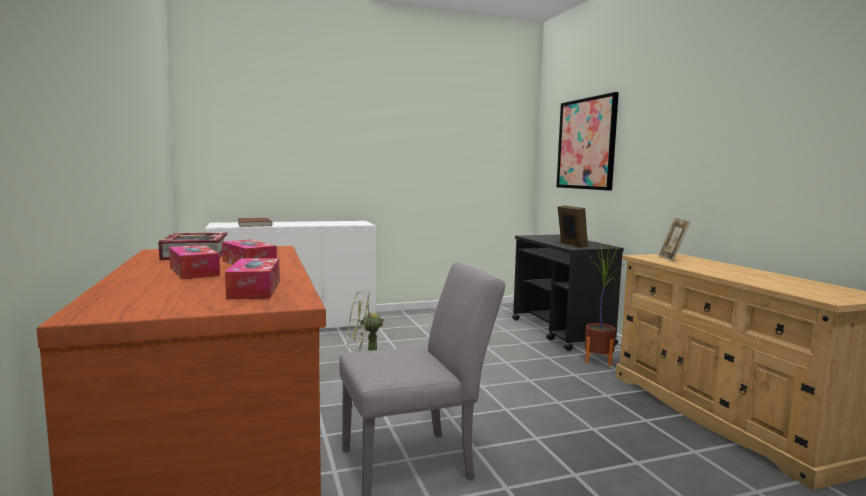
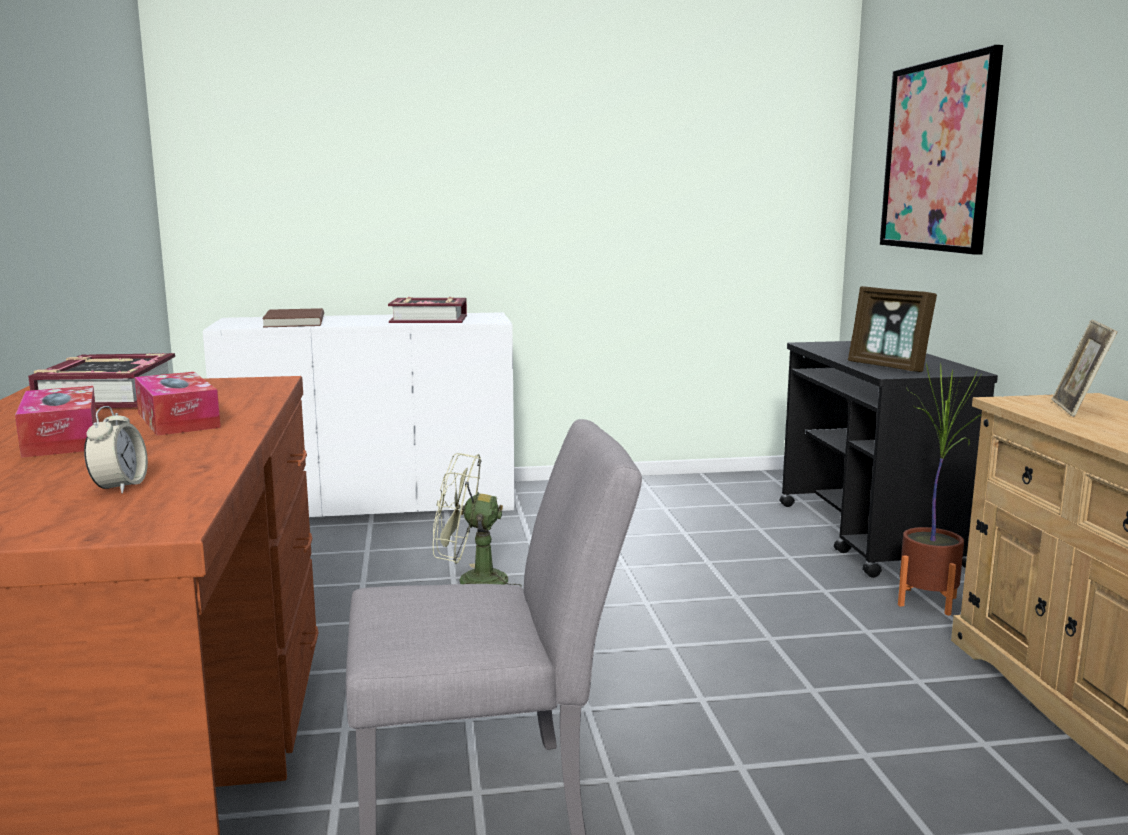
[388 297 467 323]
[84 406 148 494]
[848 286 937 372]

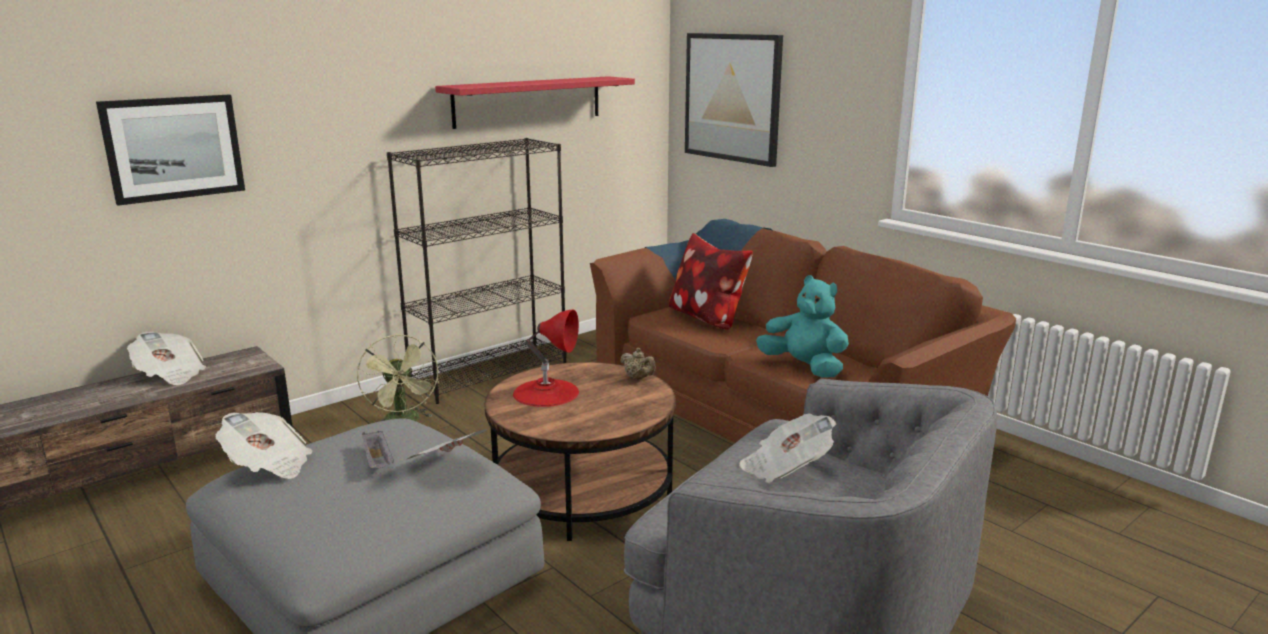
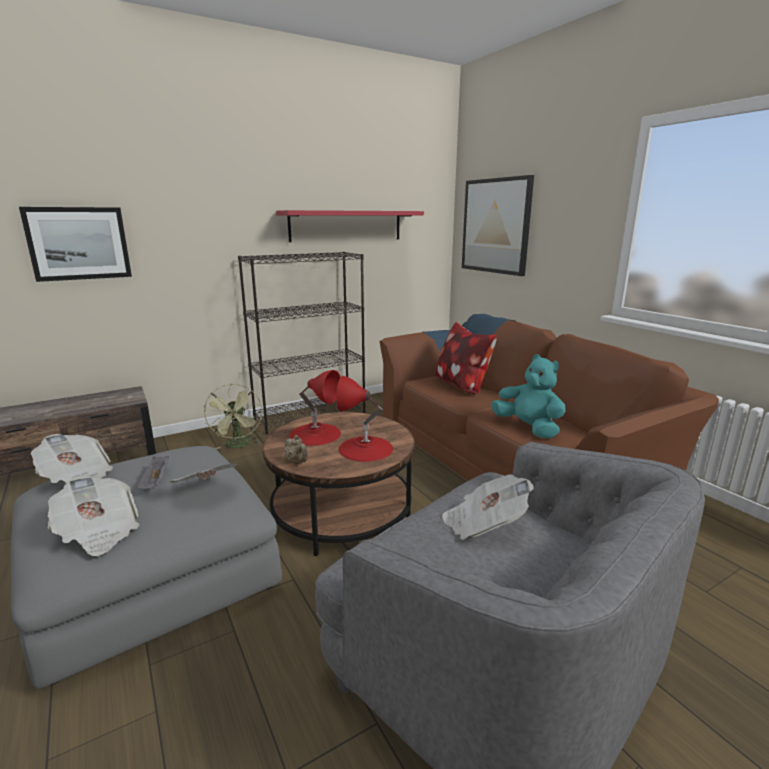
[336 376 393 462]
[48 476 140 556]
[284 435 308 464]

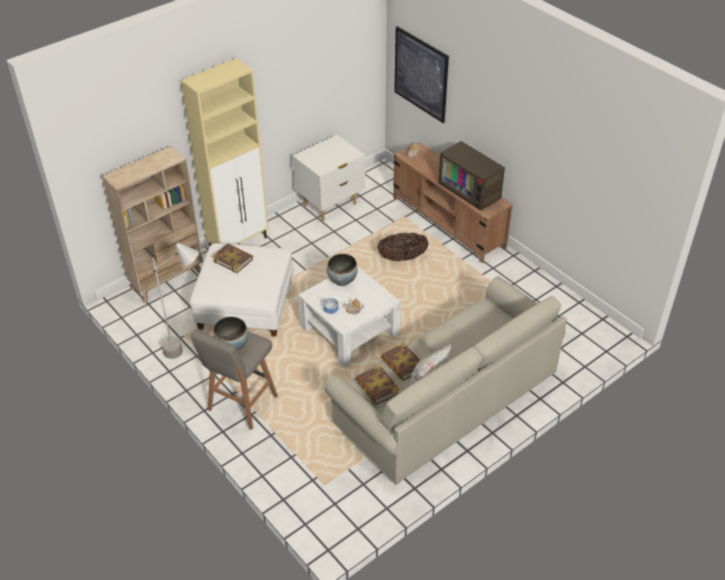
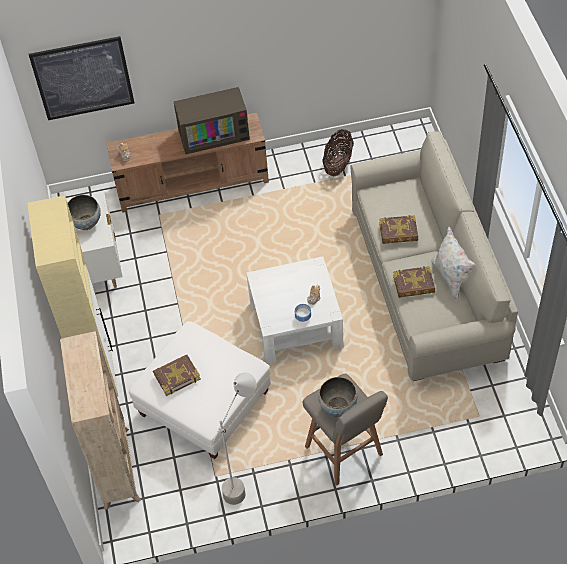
[68 195 101 230]
[379 215 418 244]
[322 129 354 176]

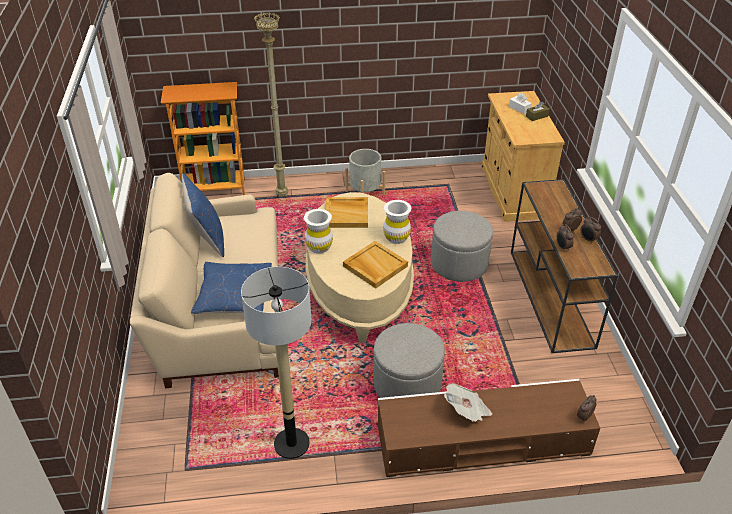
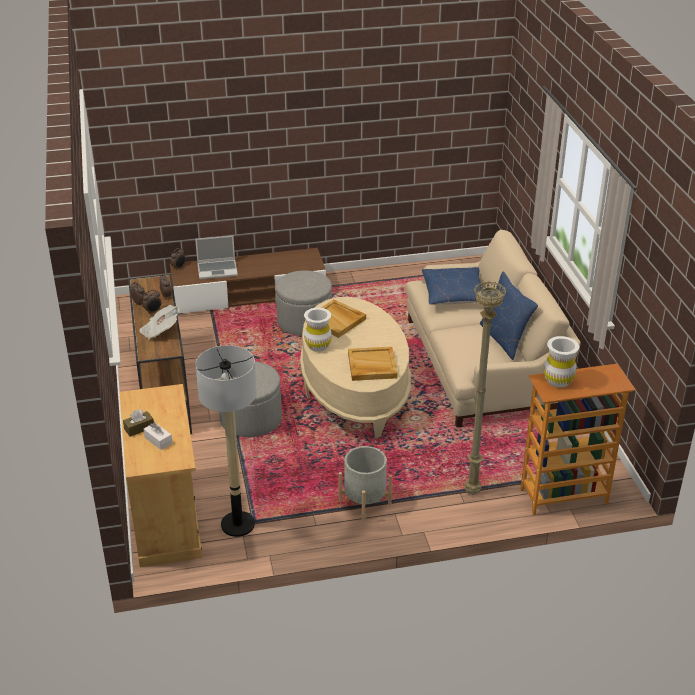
[195 236 238 279]
[195 345 257 537]
[544 336 579 388]
[139 305 180 340]

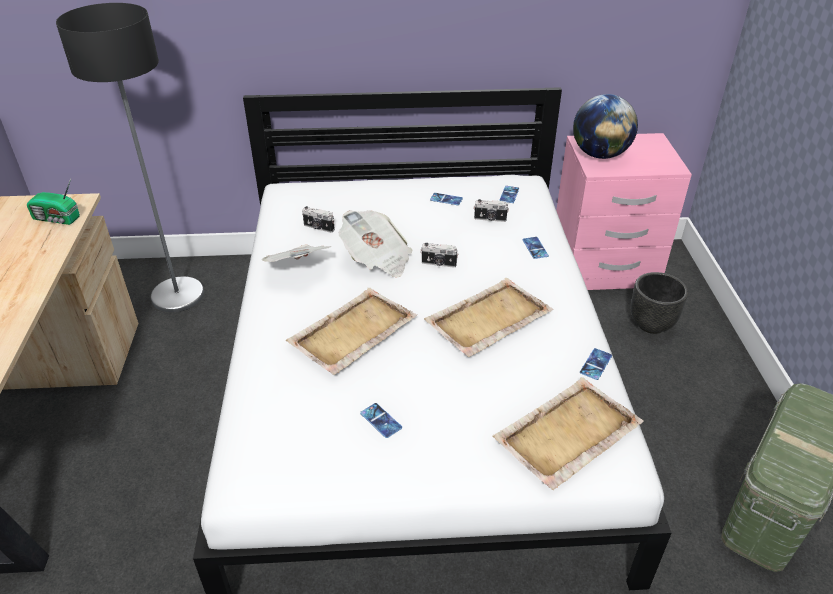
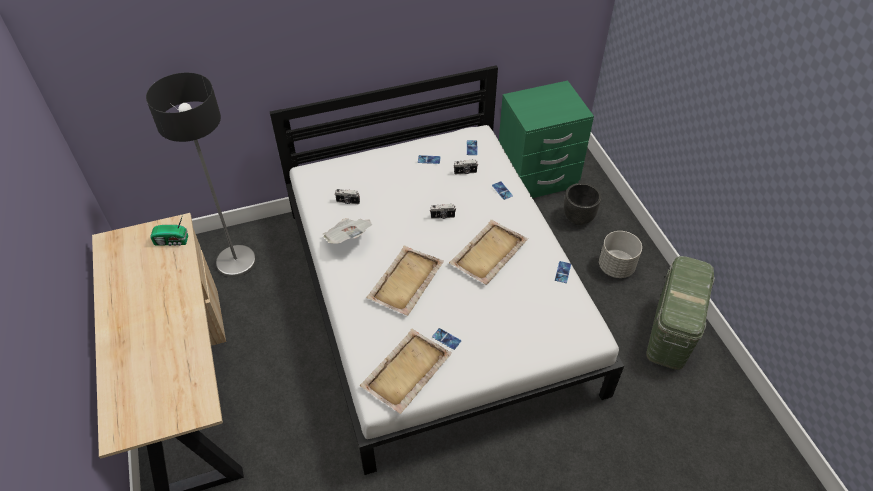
[338 210 412 278] (first image)
[573 94 638 159] (first image)
[599 231 642 278]
[360 329 452 414]
[499 80 594 198]

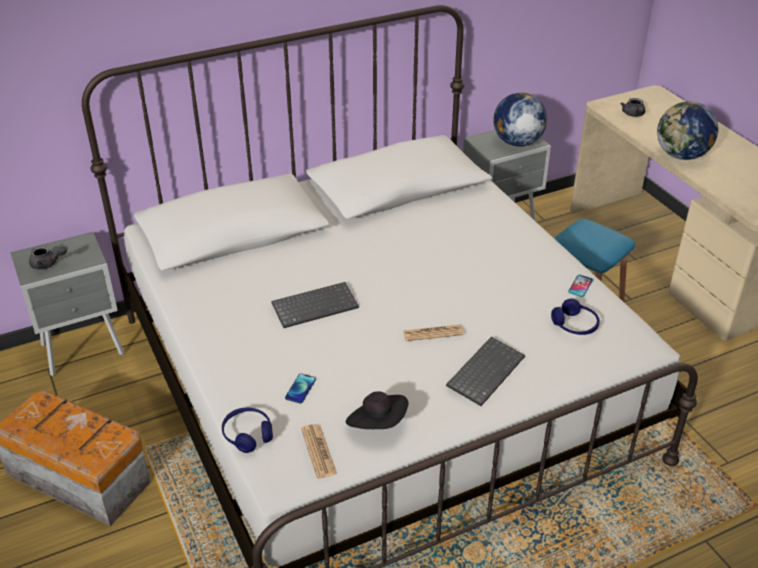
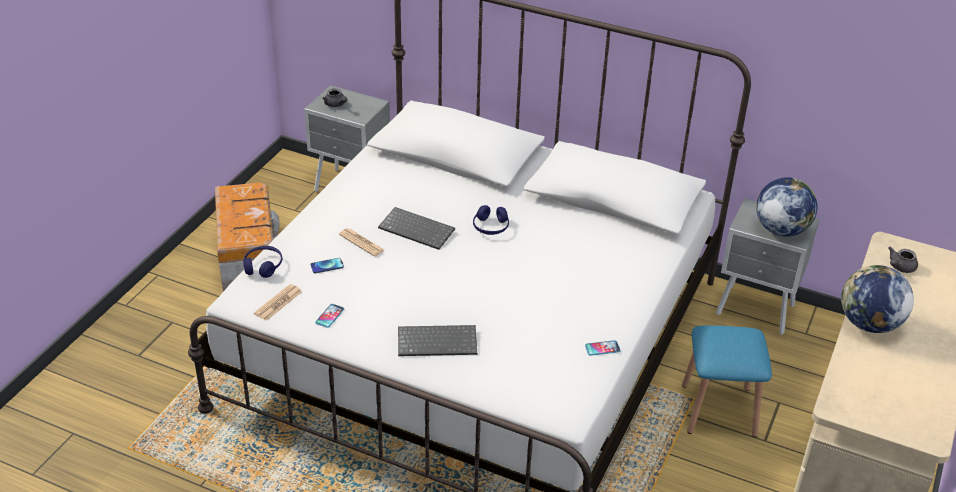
[339 228 384 256]
[473 205 509 235]
[315 304 344 328]

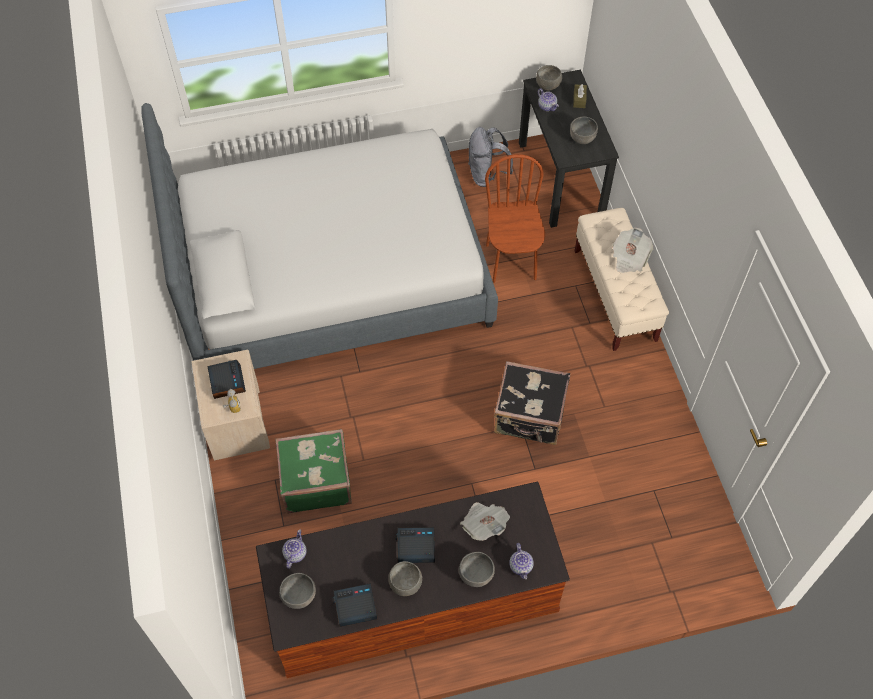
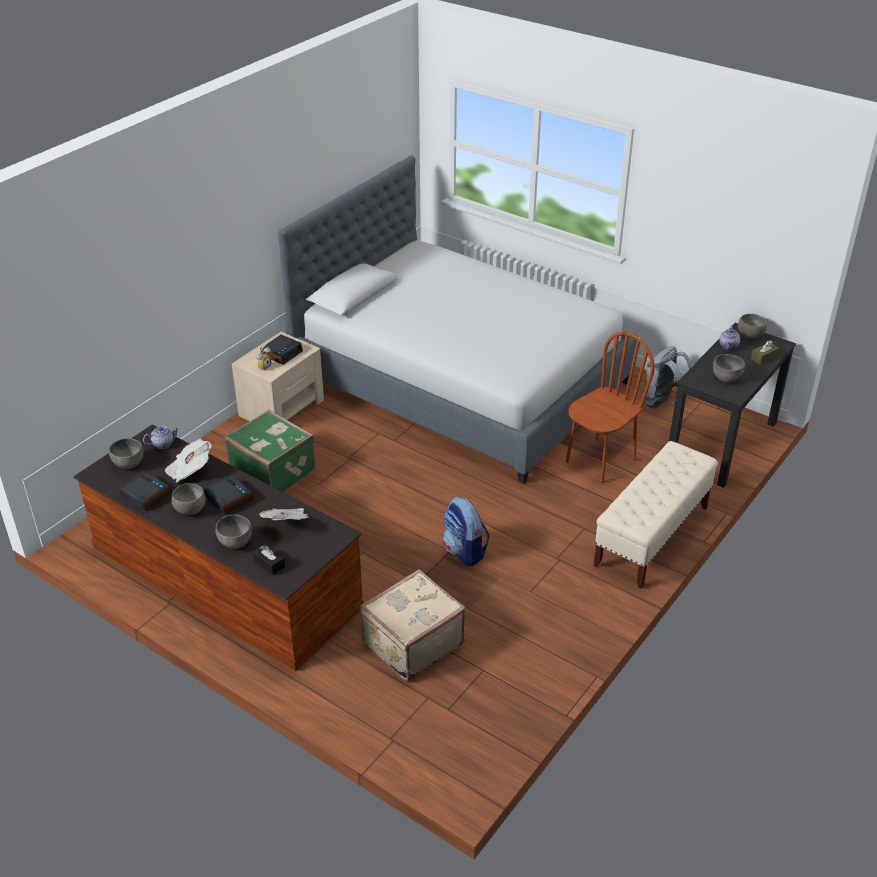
[360 569 466 681]
[165 439 212 482]
[443 497 490 566]
[253 544 285 575]

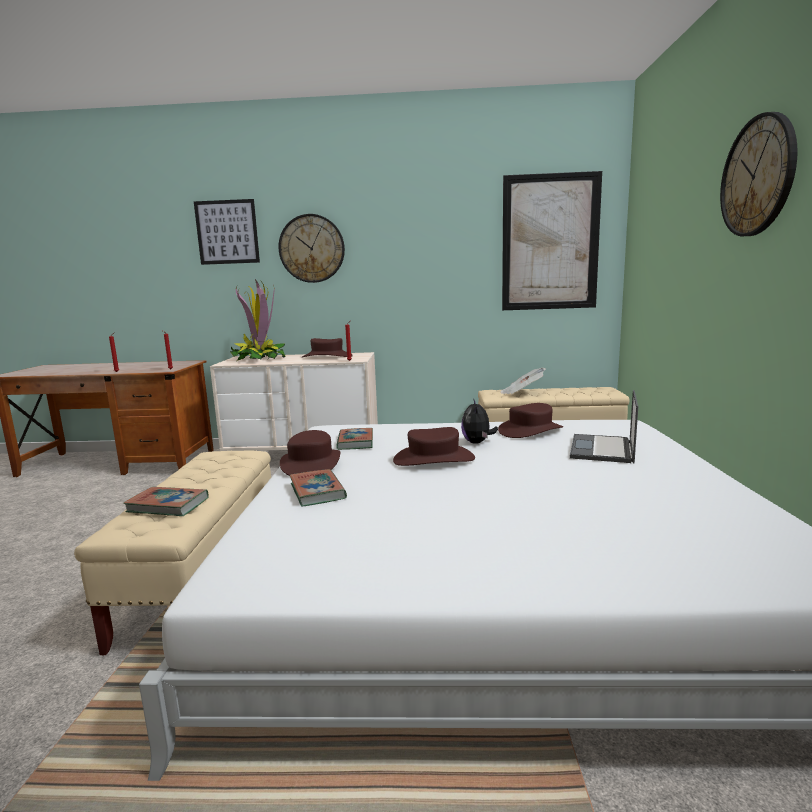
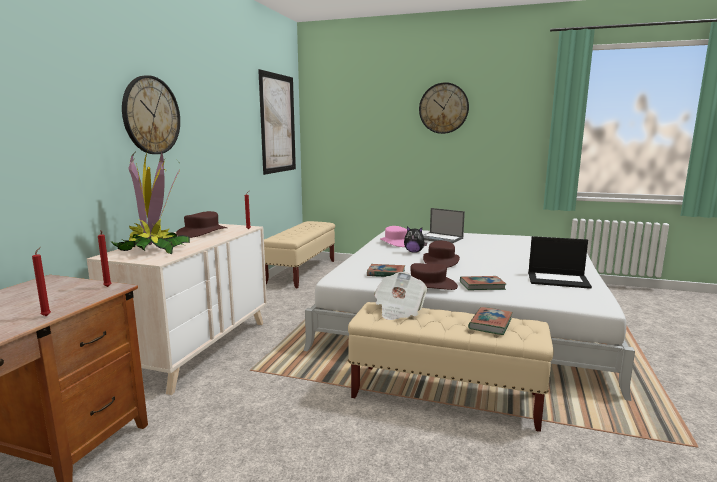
[194 199 260 265] (first image)
[528 236 592 289]
[374 272 428 320]
[380 226 407 247]

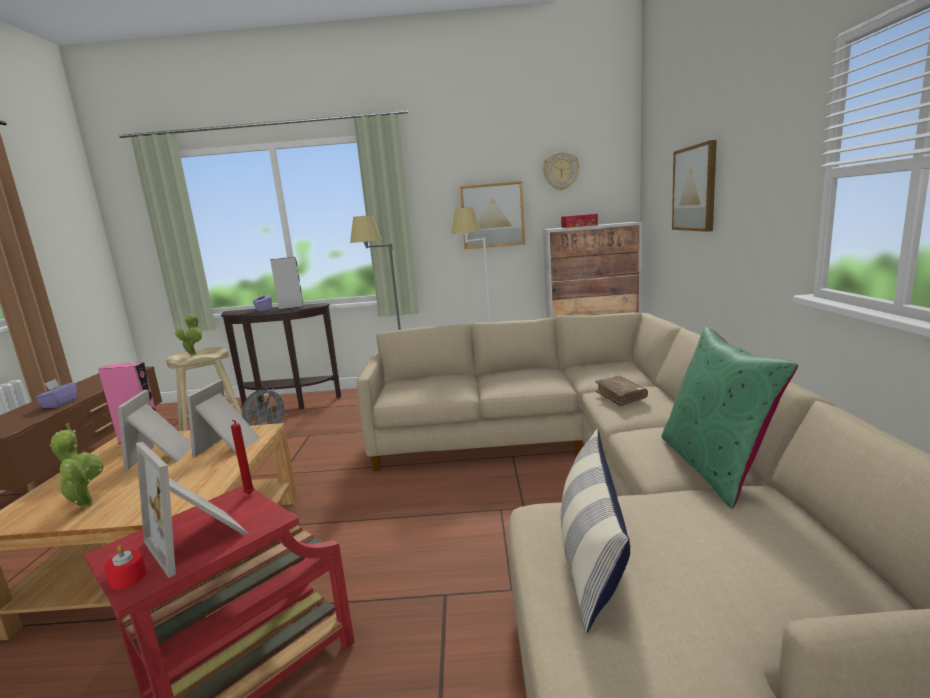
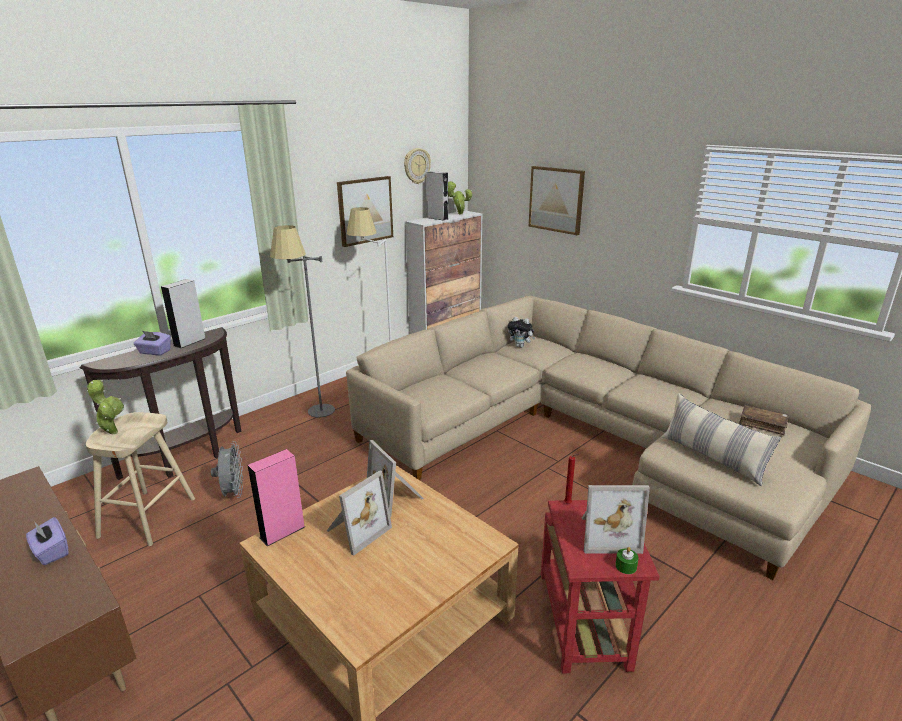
[661 327 798 509] (first image)
[508 317 536 348]
[448 181 472 214]
[739 405 789 435]
[426 171 448 220]
[615 547 639 574]
[327 470 392 556]

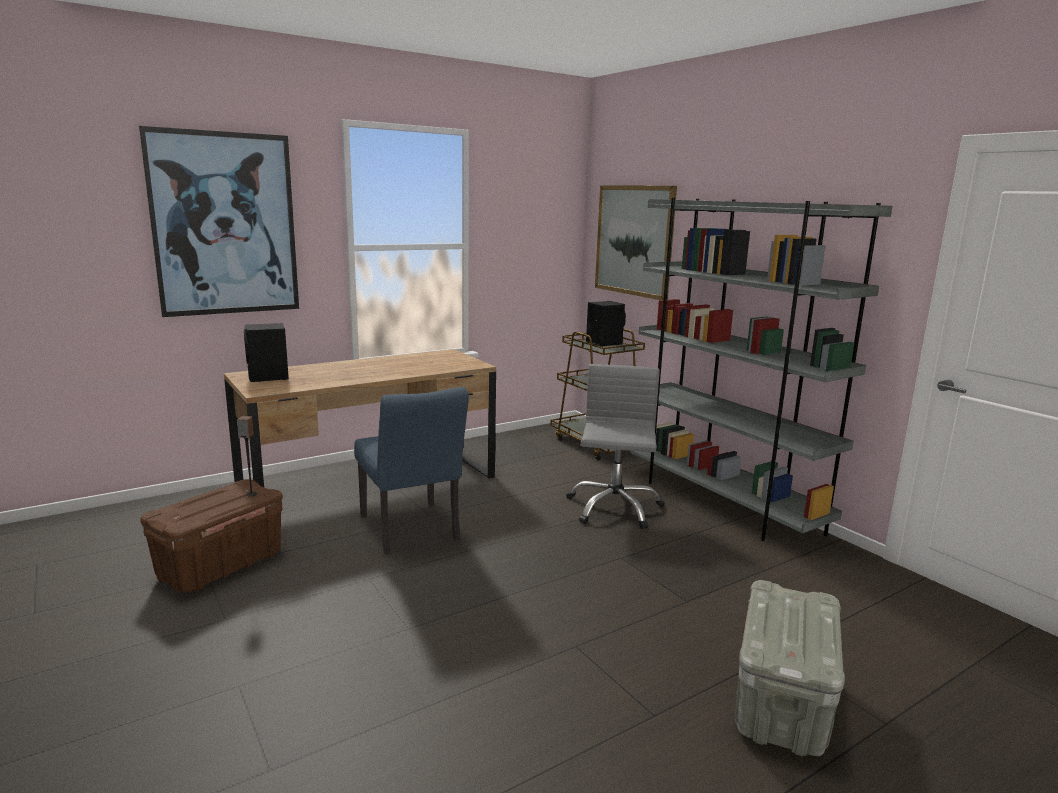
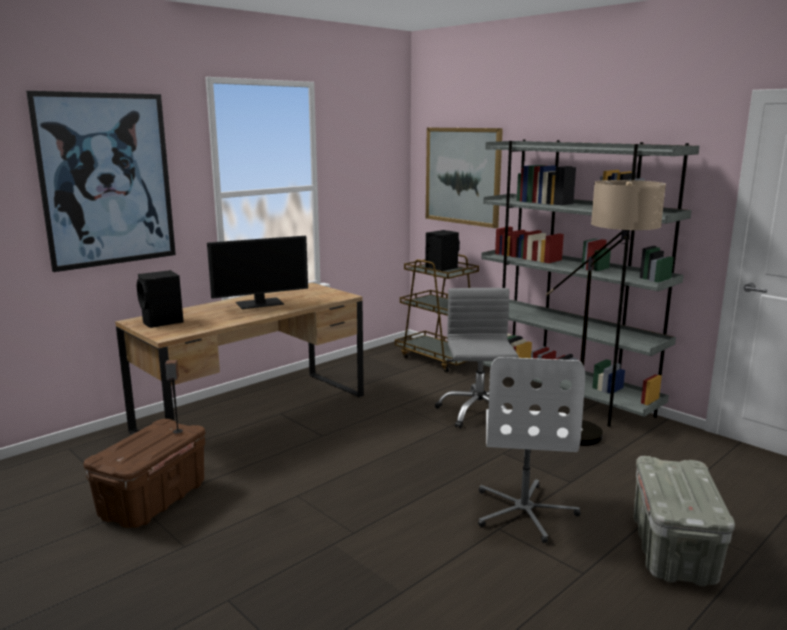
[354 387 469 554] (first image)
[207 236 308 309]
[478 357 585 543]
[546 180 666 446]

